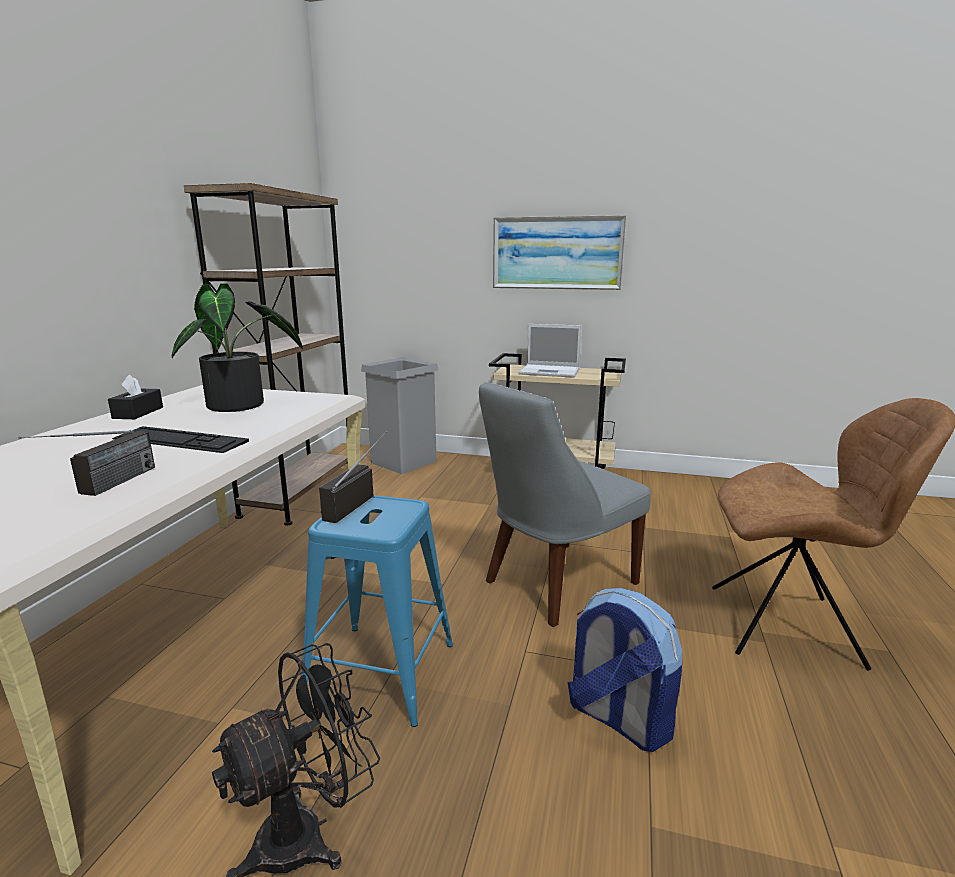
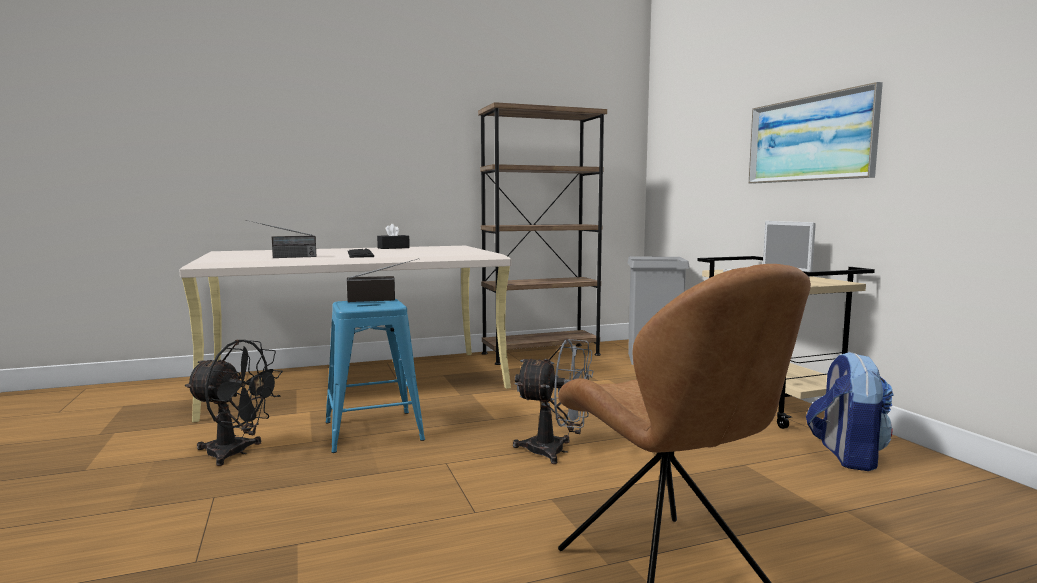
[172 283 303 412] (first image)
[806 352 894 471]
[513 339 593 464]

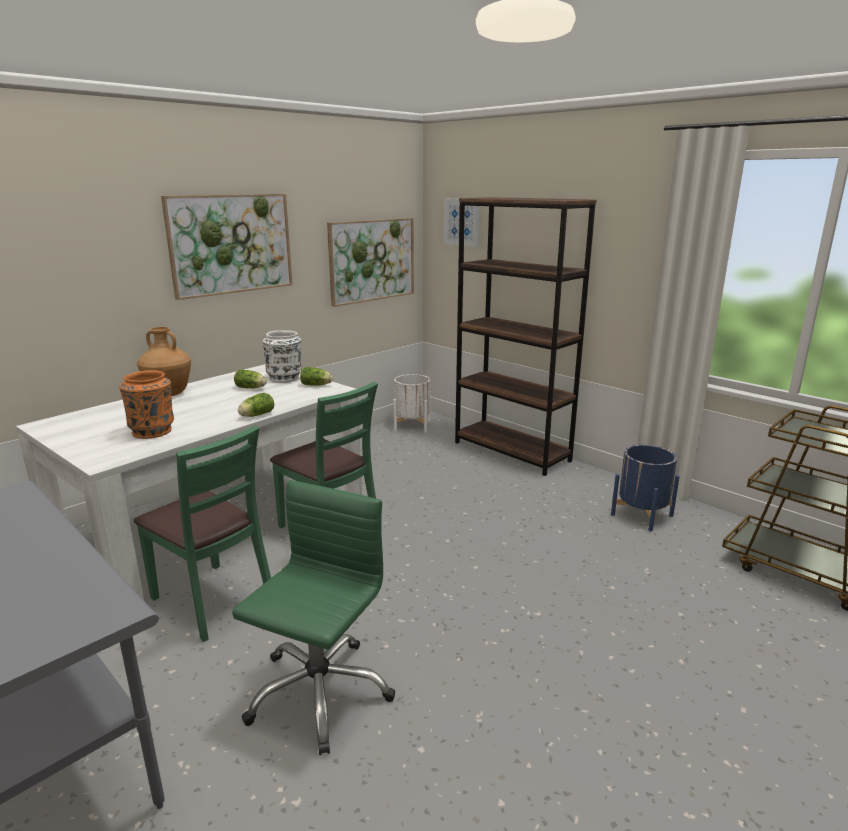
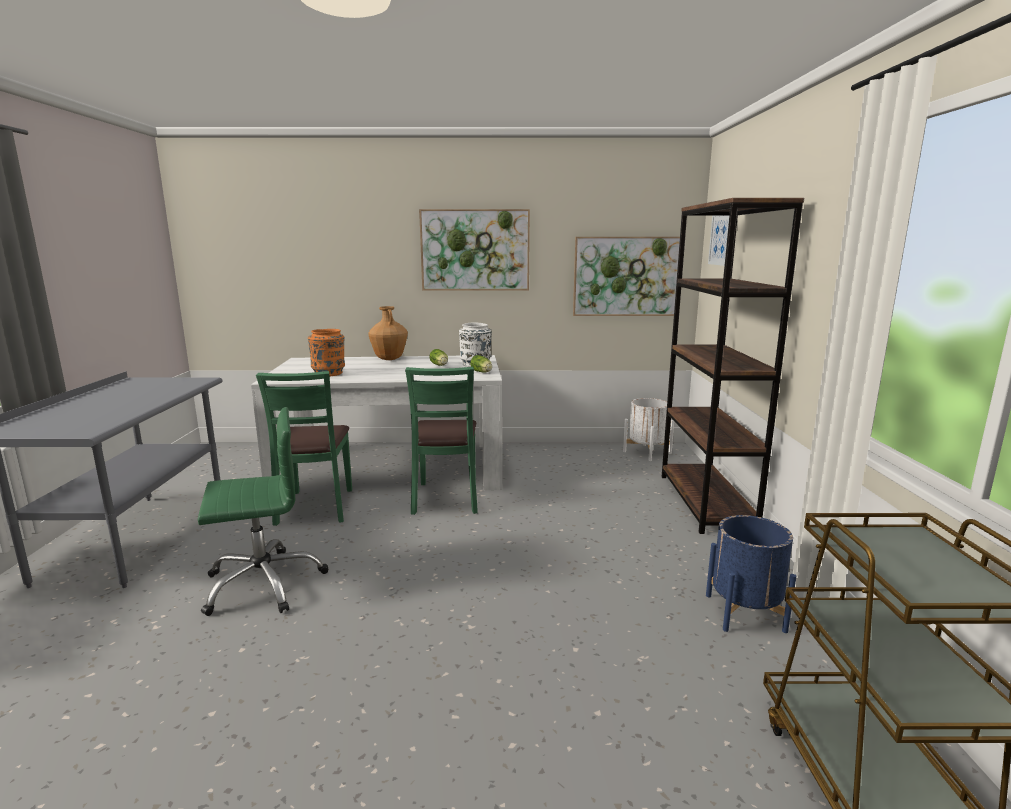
[238 393 274 417] (first image)

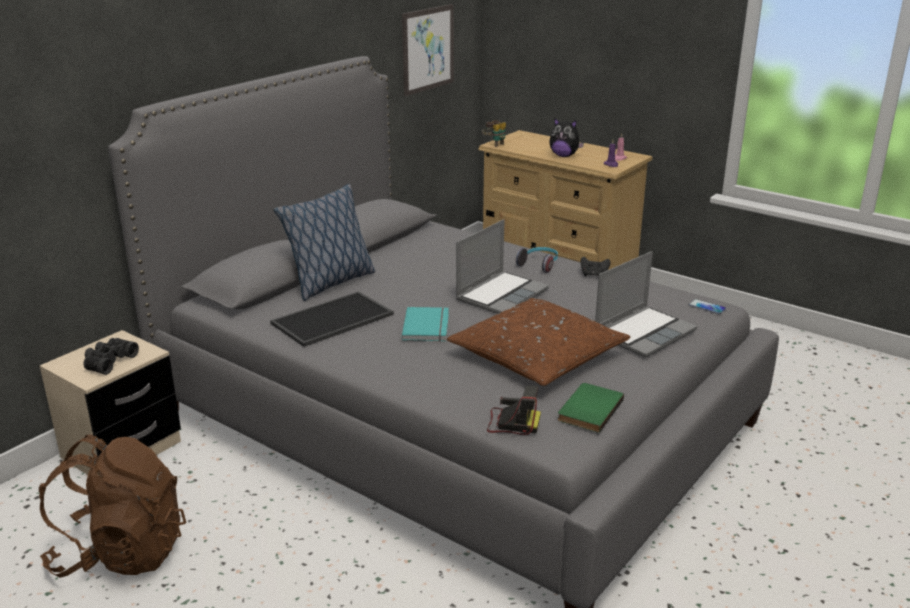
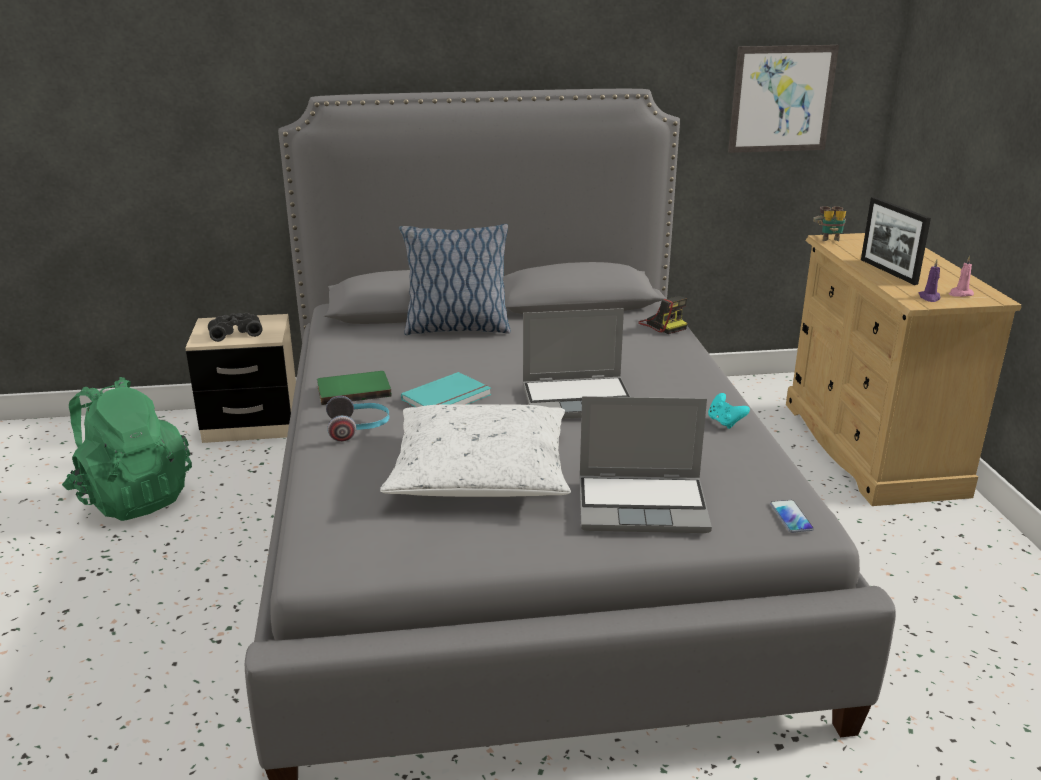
[270 291 394 347] (first image)
[638 296 687 334]
[326 396 389 442]
[317 371 392 405]
[861 197 931 285]
[62 377 192 521]
[380 404 571 497]
[708 393 750 429]

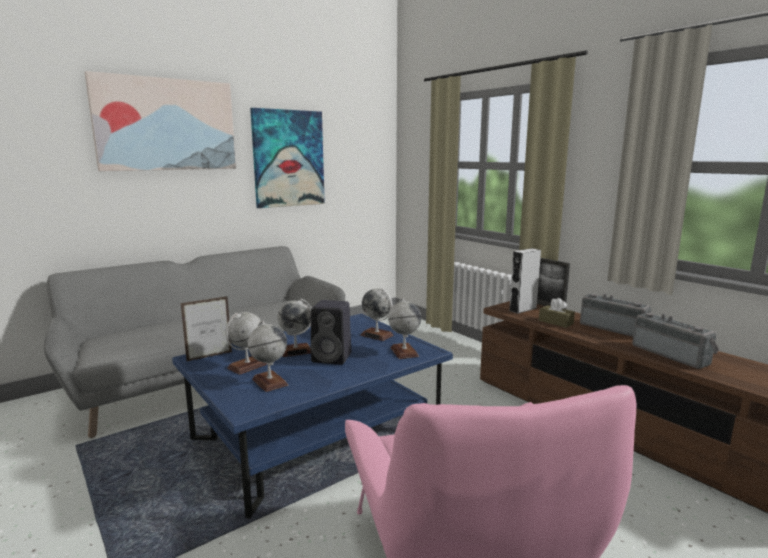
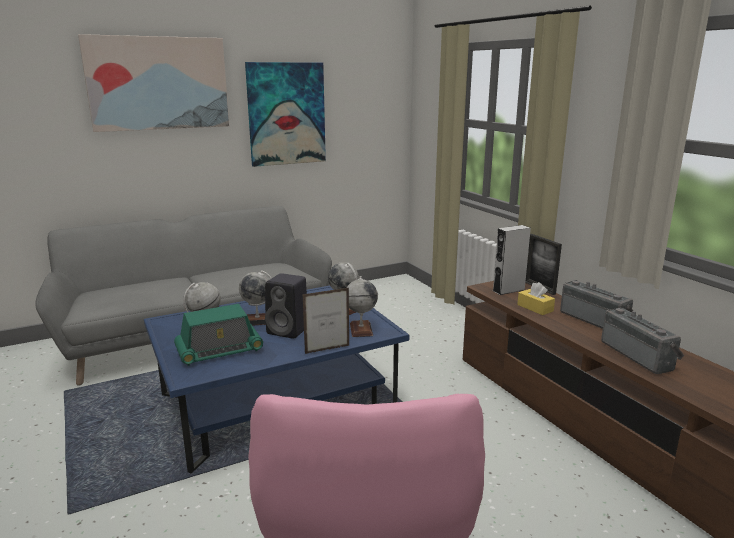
[303 288 350 354]
[174 304 263 366]
[517 282 555 315]

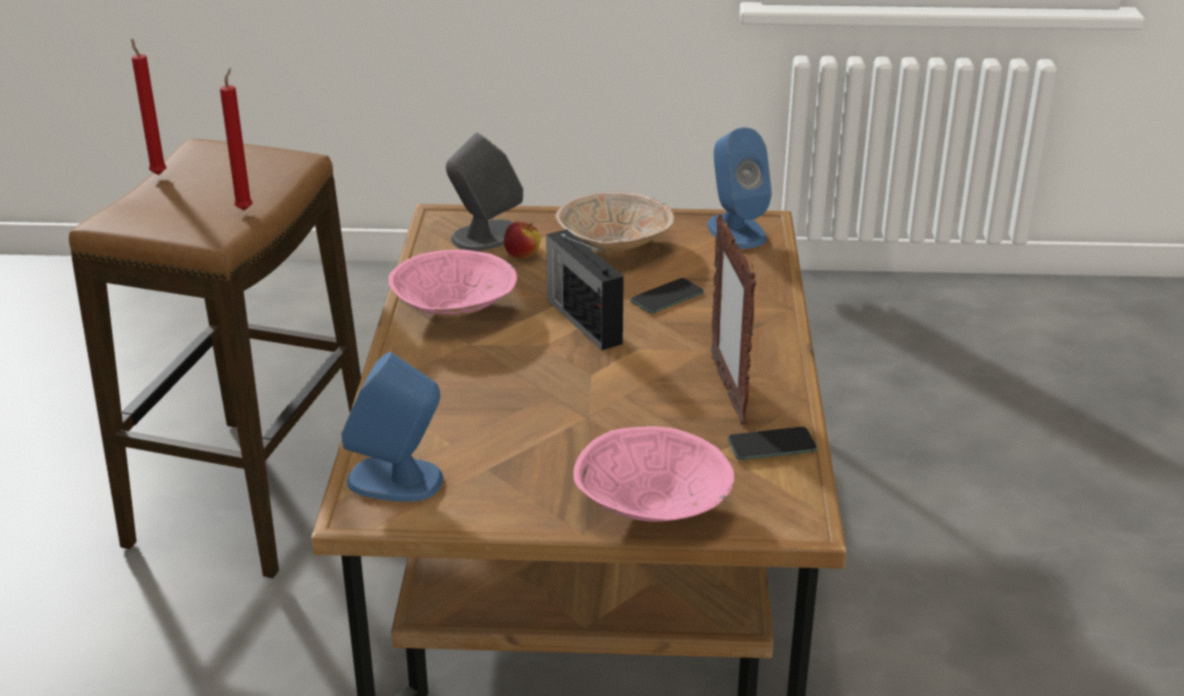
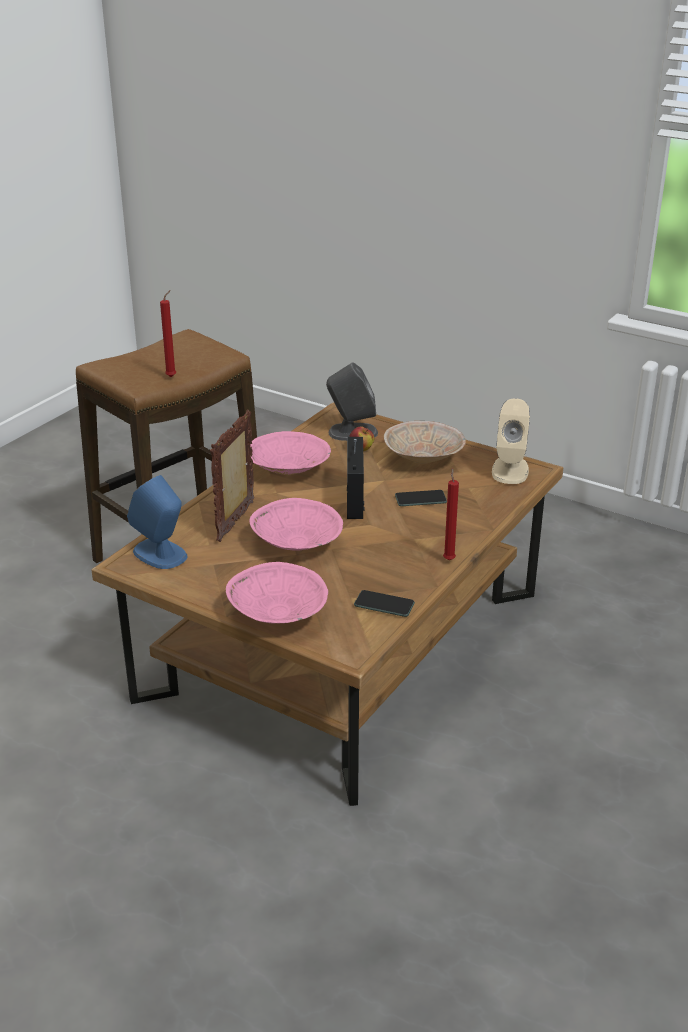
[249 498 343 551]
[443 468 459 560]
[210 410 254 542]
[492 398 530 484]

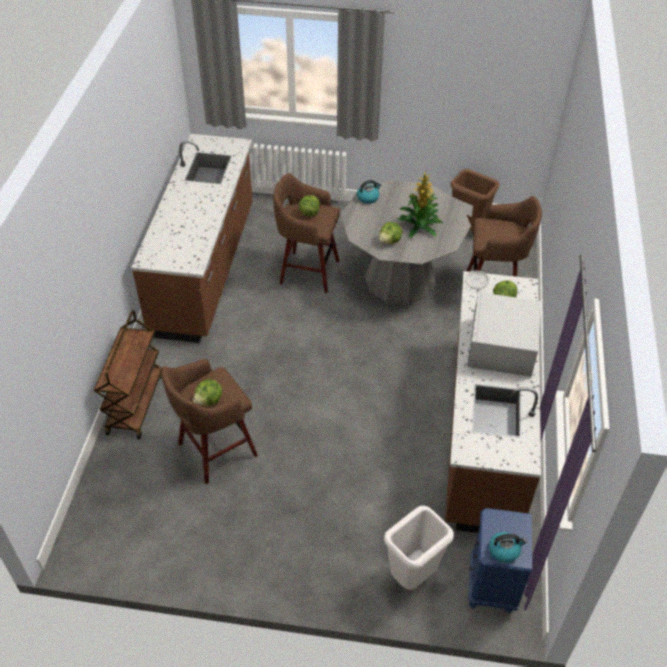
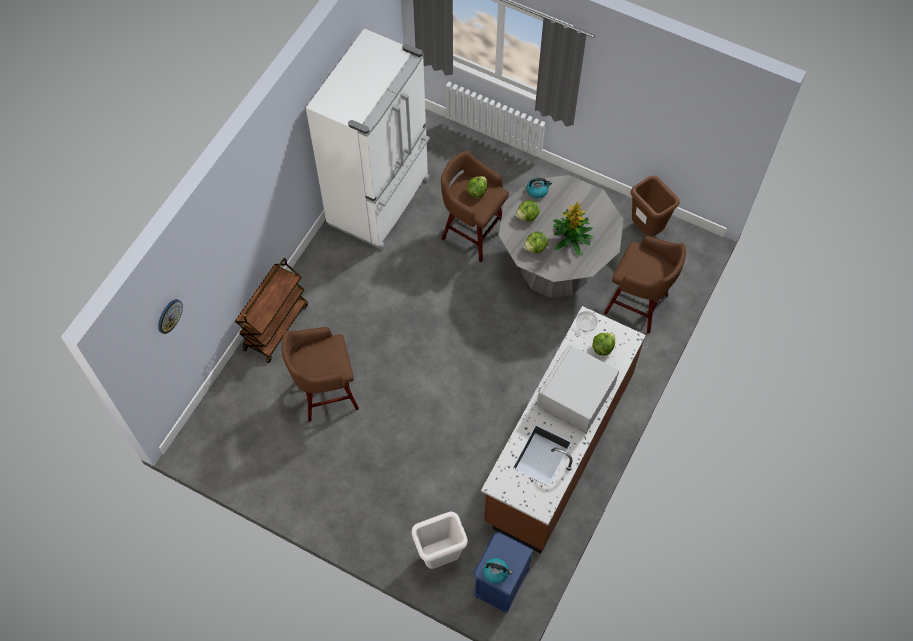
[158 299 183 334]
[515 200 540 221]
[306 28 430 250]

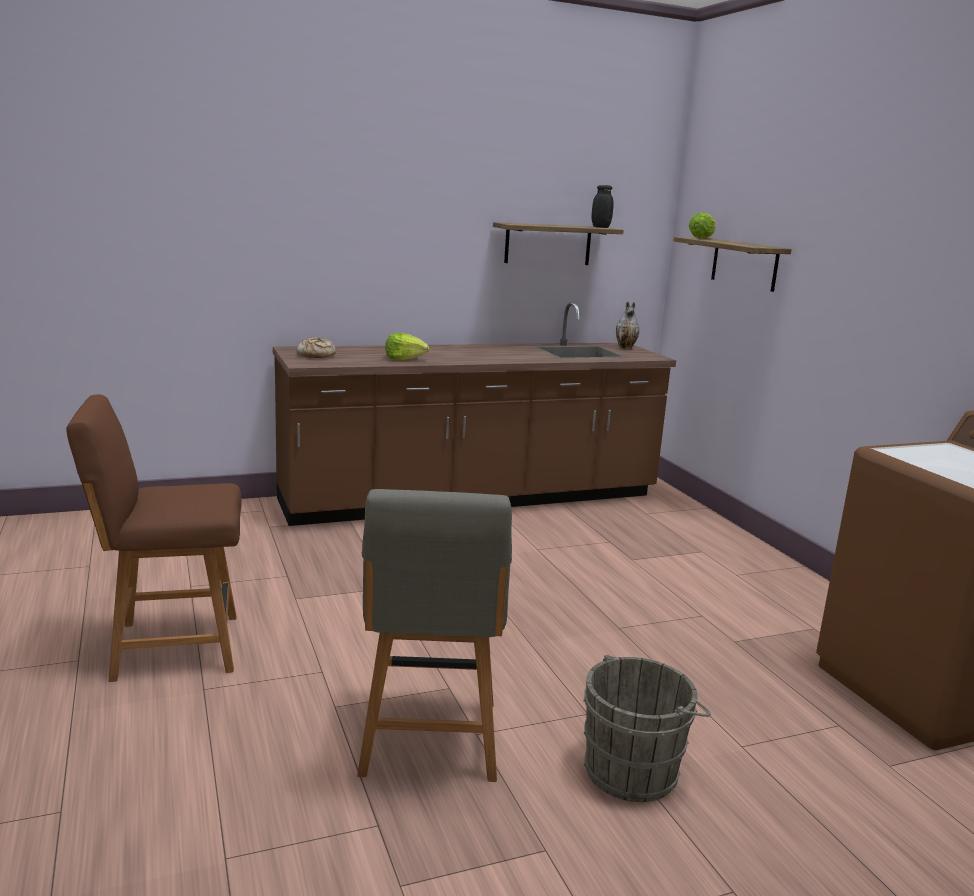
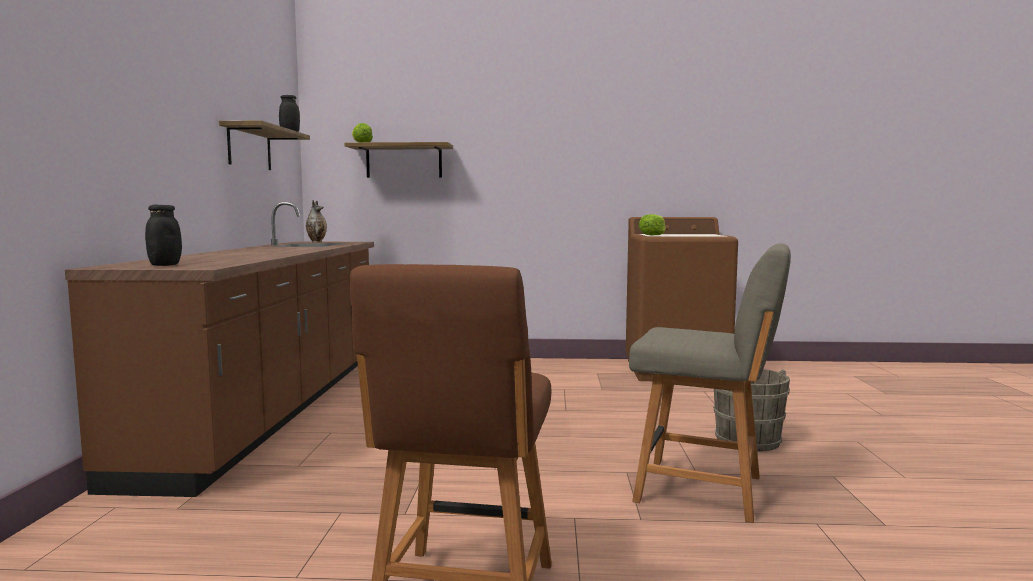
[639 214 665 235]
[145 205 182 266]

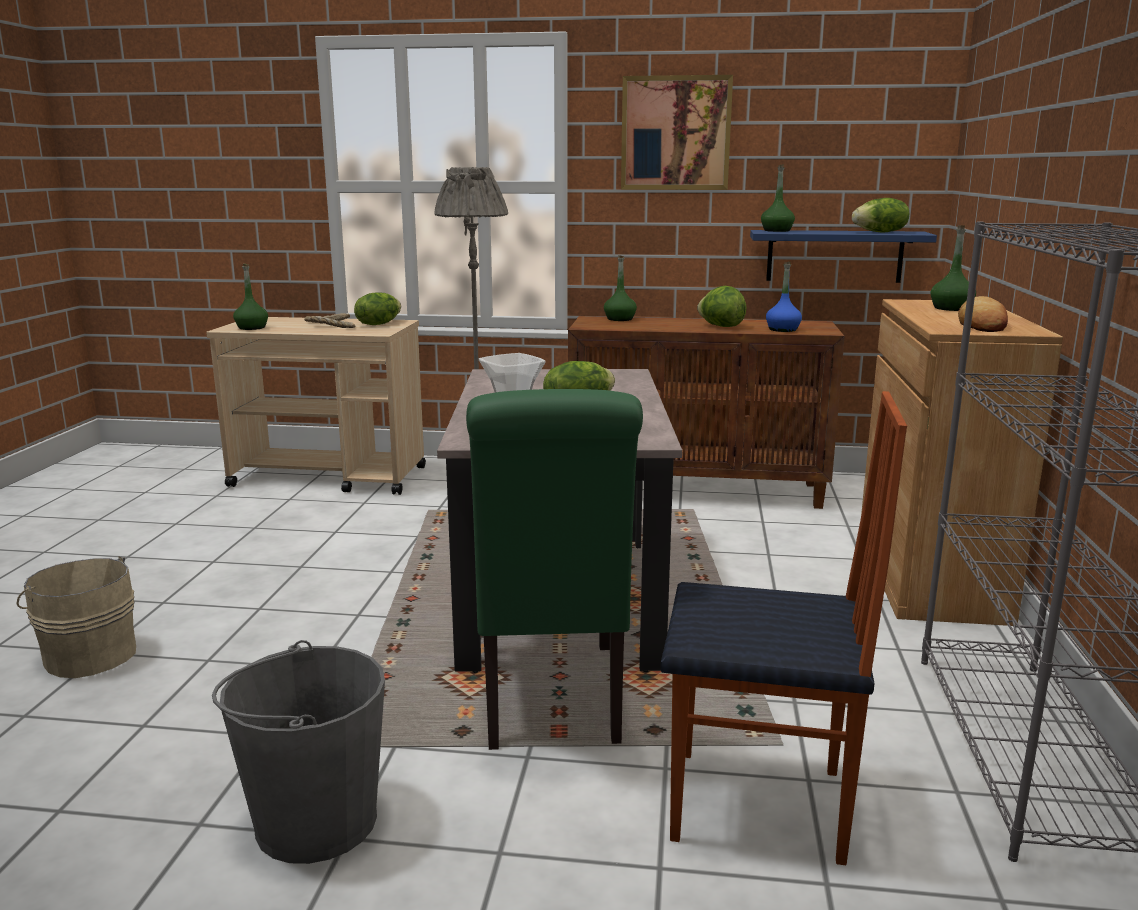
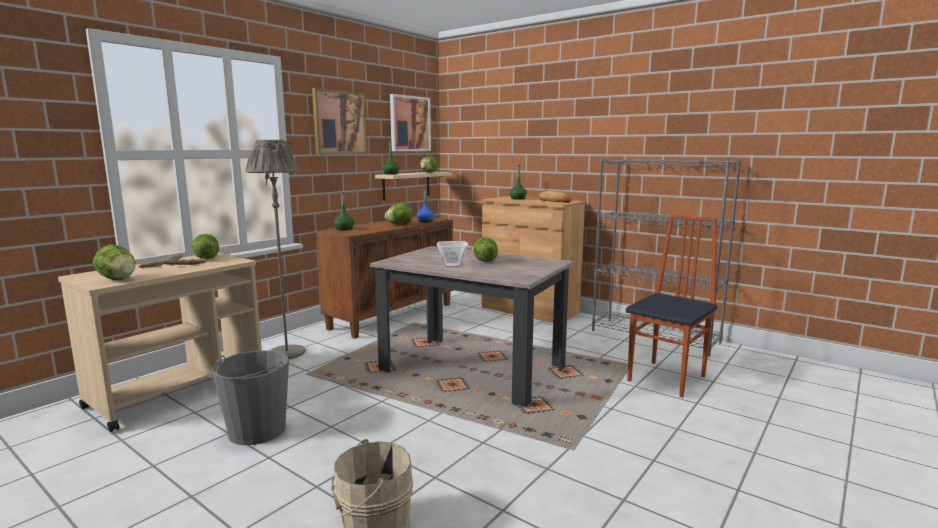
[466 389 643 750] (first image)
[390 94 431 151]
[212 350 289 445]
[93 244 135 280]
[375 172 452 201]

